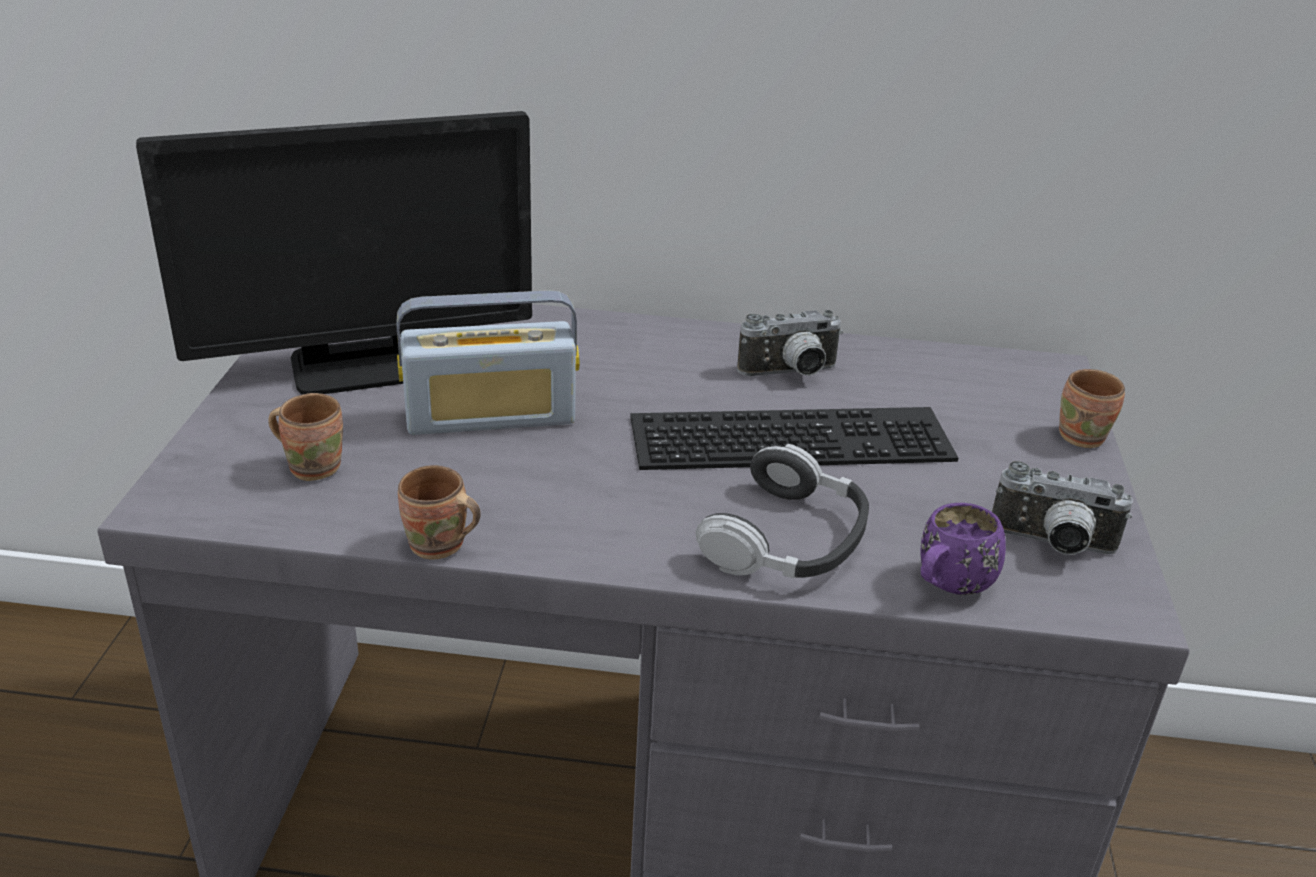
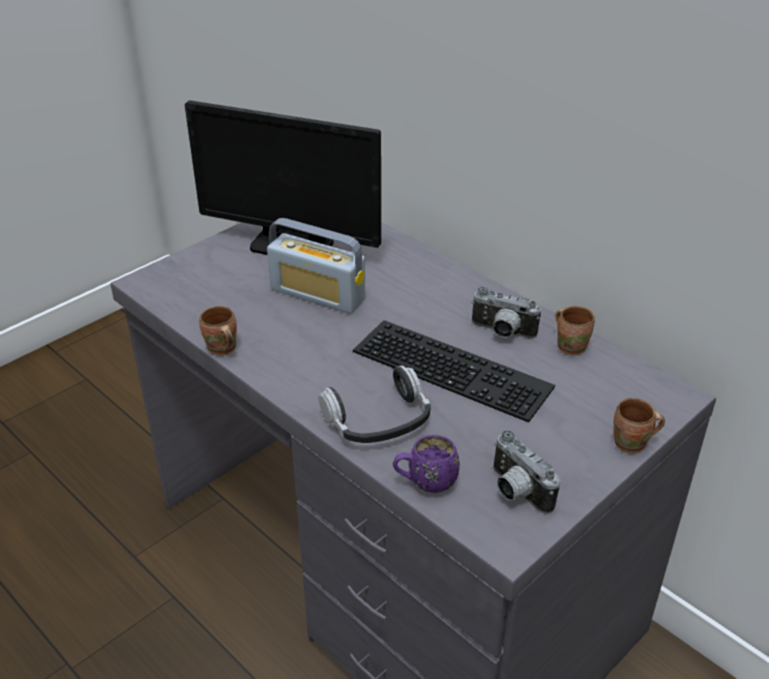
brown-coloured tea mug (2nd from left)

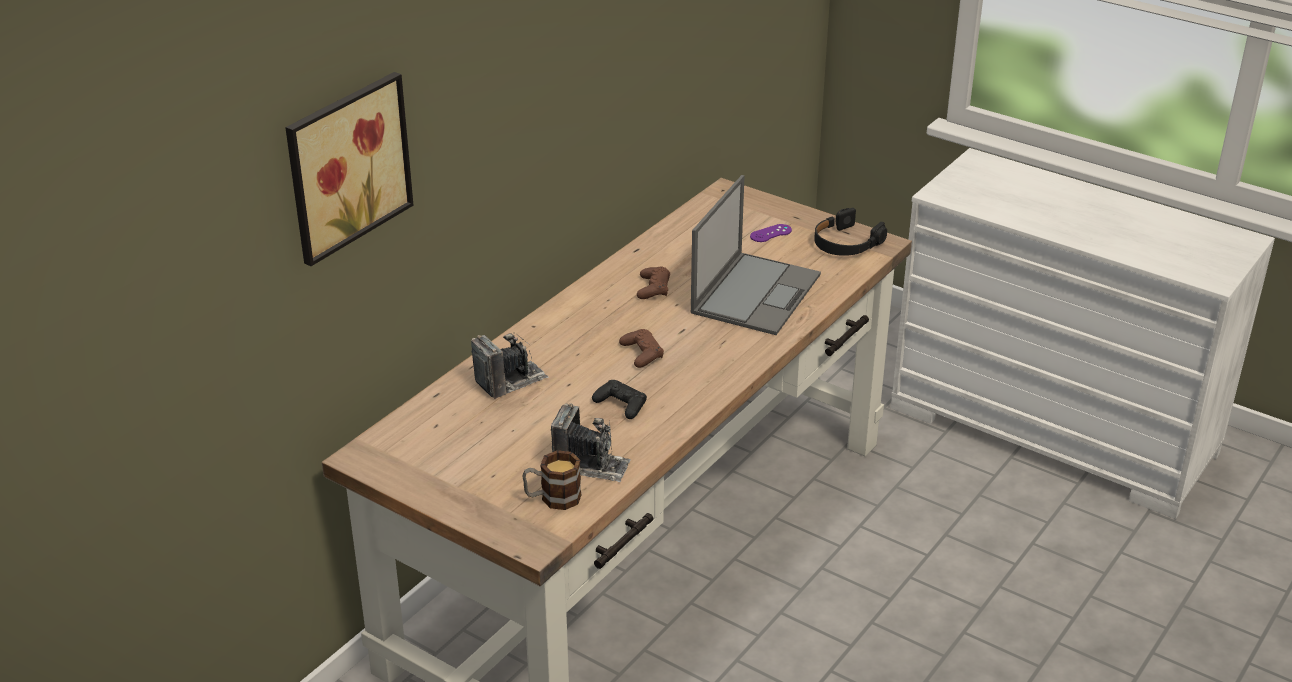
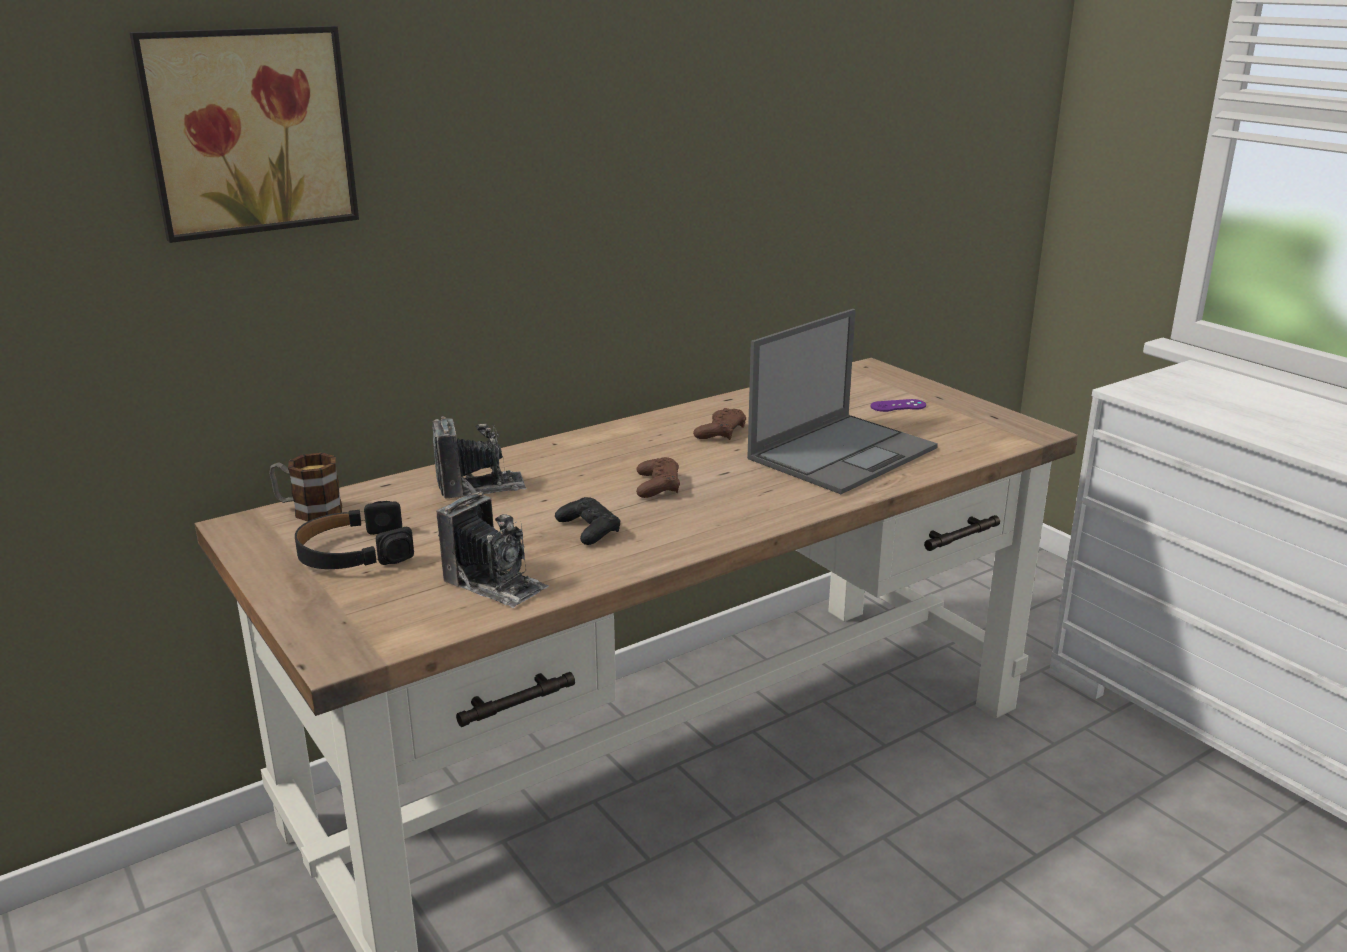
tea mug
black-coloured headphones

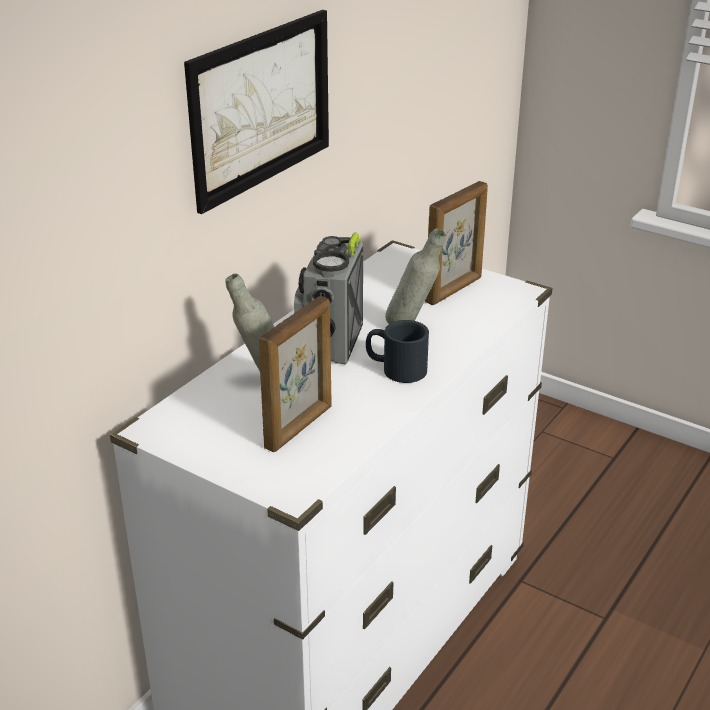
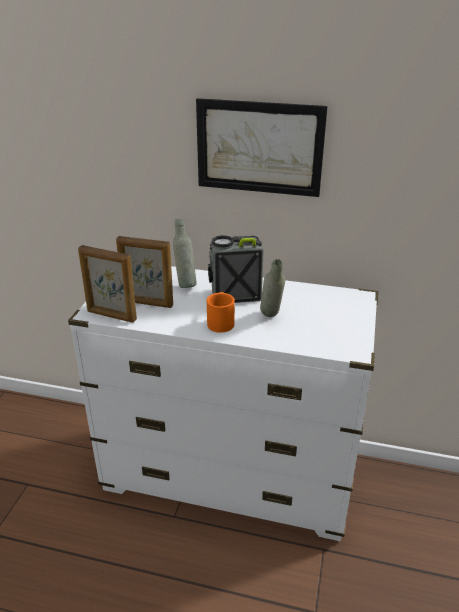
standing frame (1st from left)
orangey tea mug

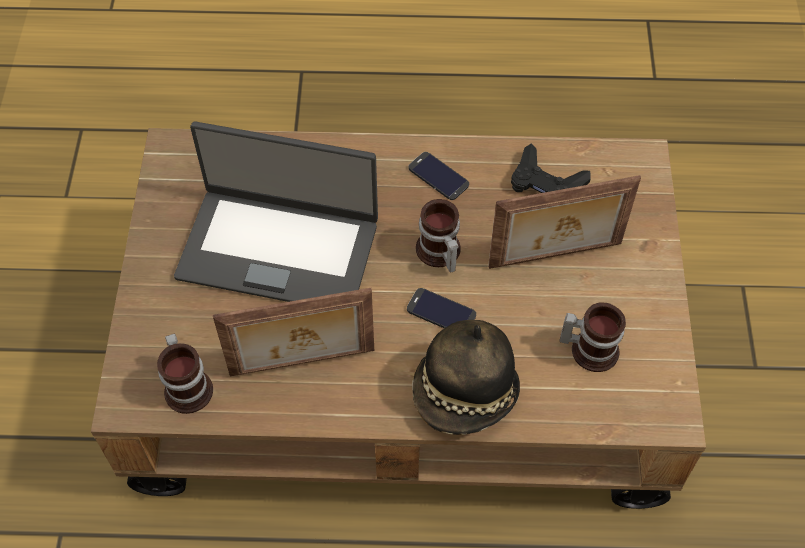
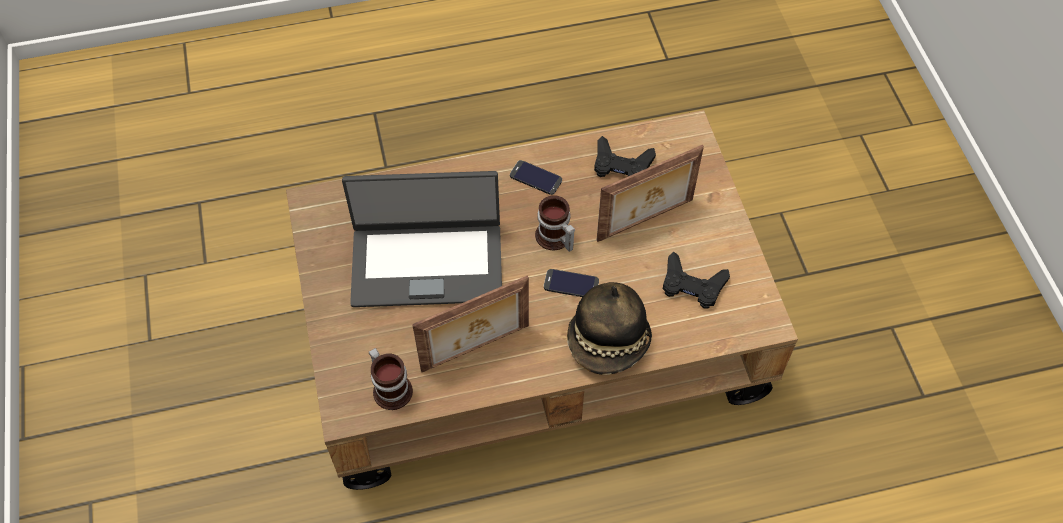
black-coloured game controller (2nd from left)

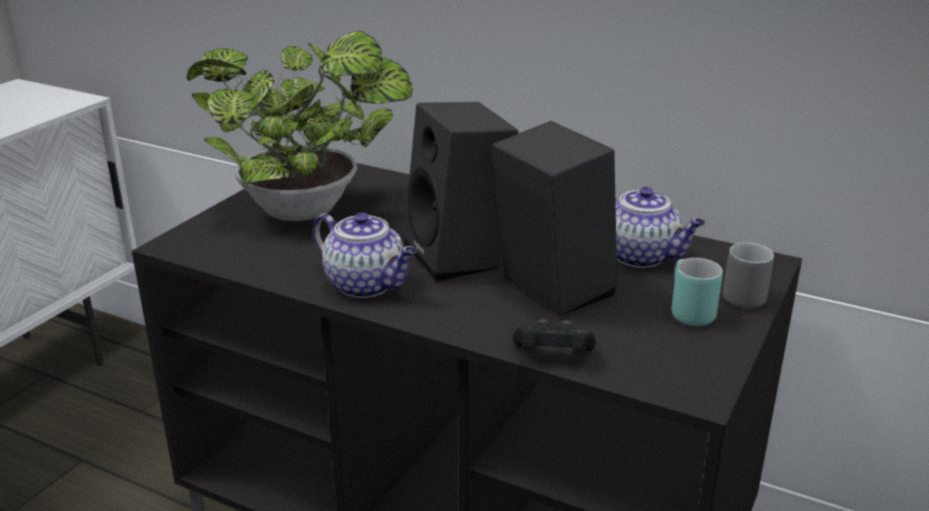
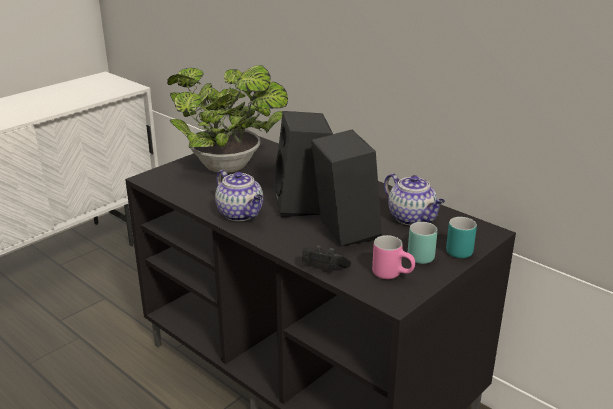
pink-coloured tea mug
blue-green tea mug (2nd from left)

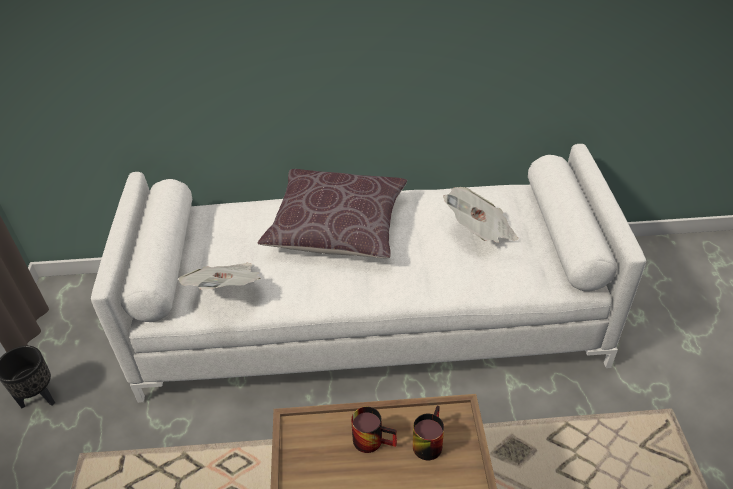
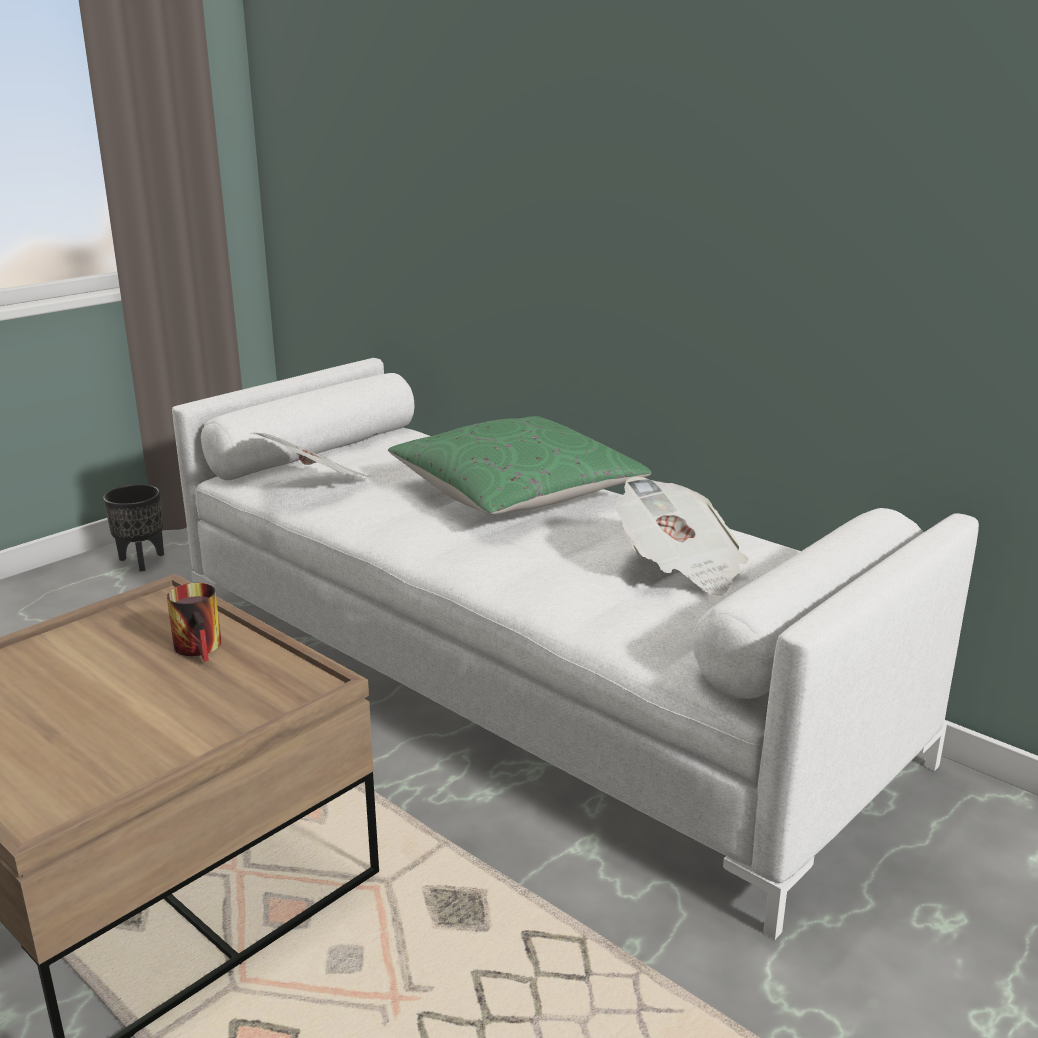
tea mug (2nd from left in the first image)
green throw pillow

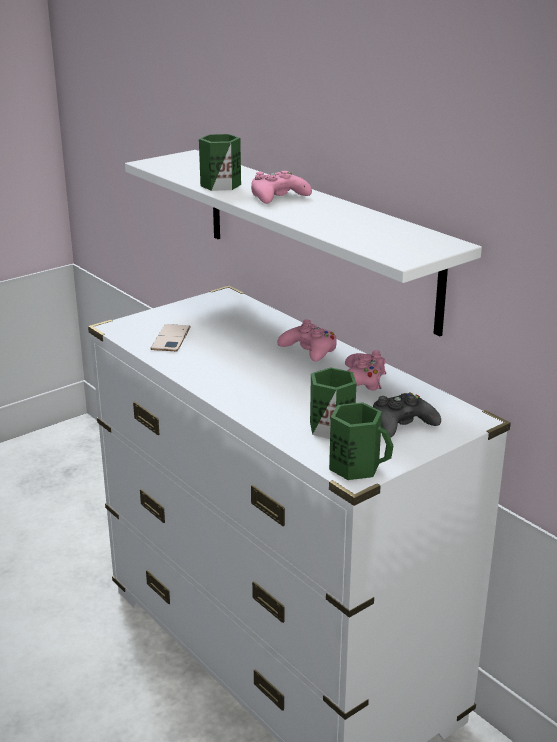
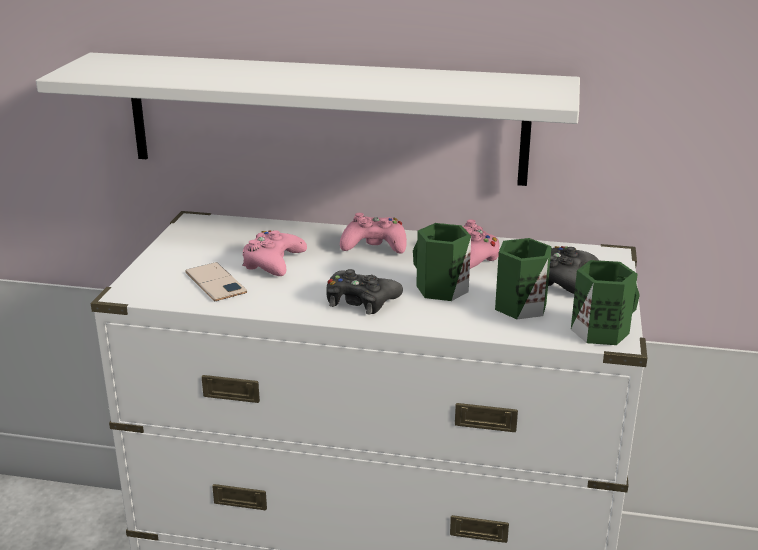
black-coloured game controller (1st from left)
green tea mug (1st from left)
pink-coloured game controller (1st from left)

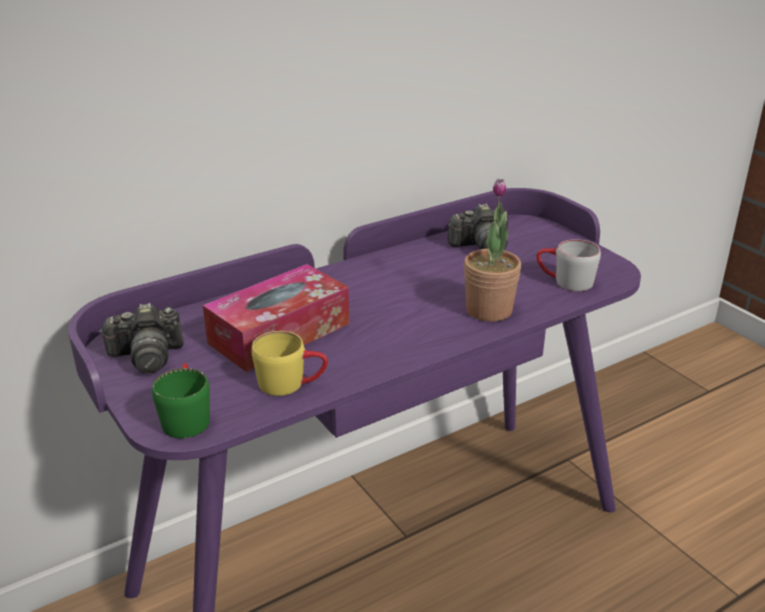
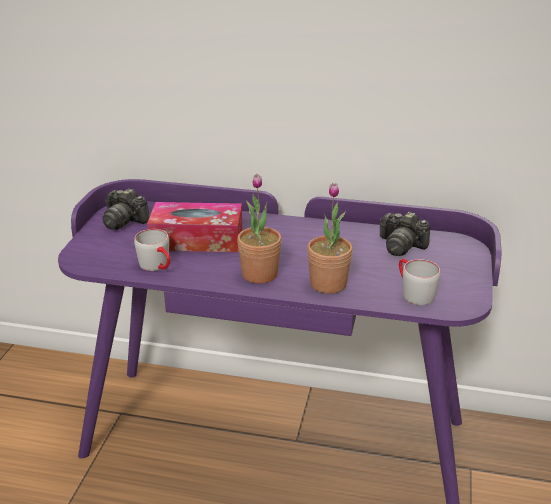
green tea mug
houseplant (1st from left)
gray tea mug (1st from left)

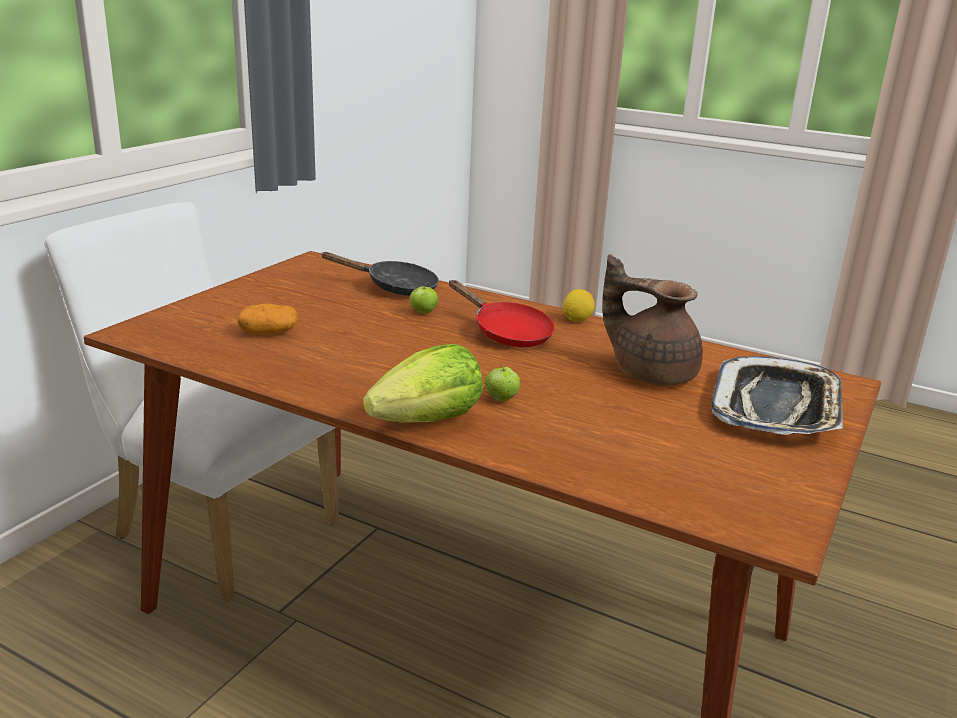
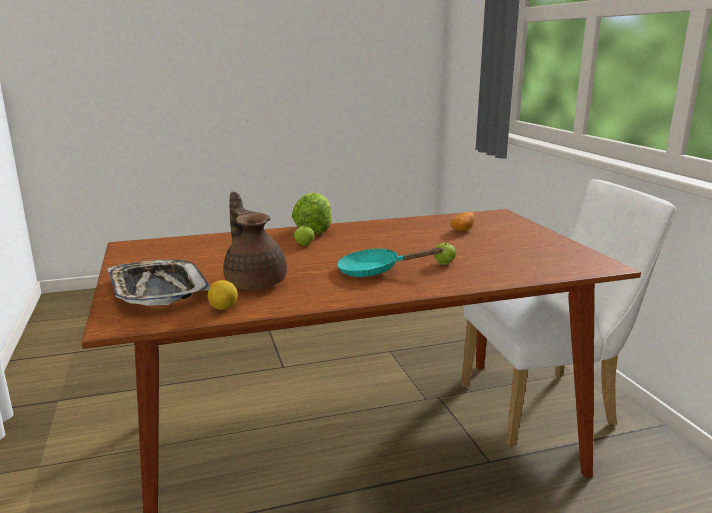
black-coloured frying pan
whole lemon
blue-green frying pan
brown-coloured tea pot

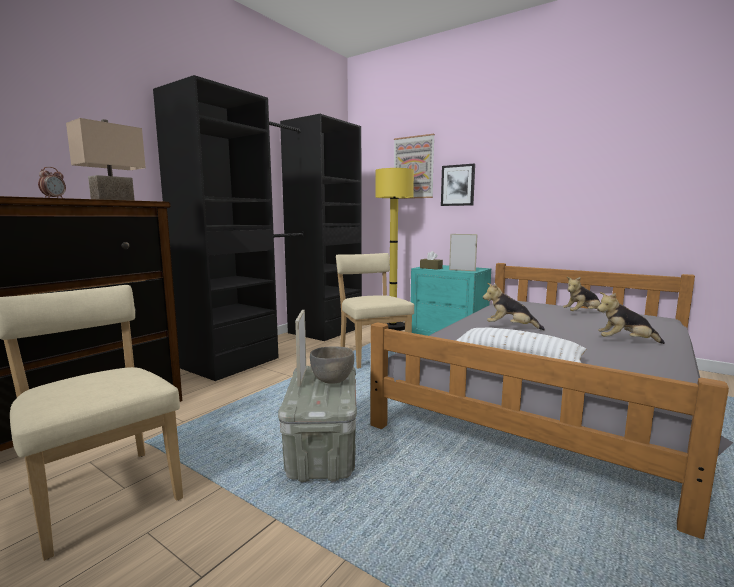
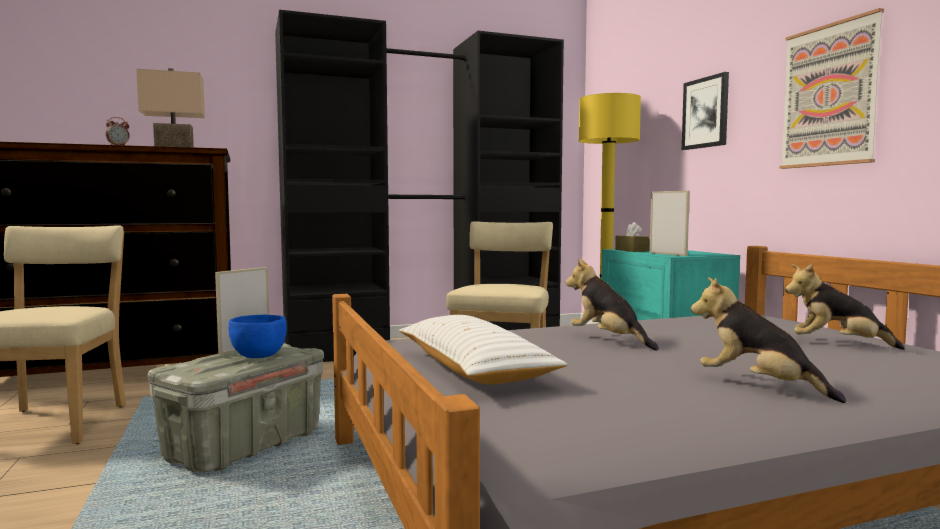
wall art (2nd from left)
bluish bowl

